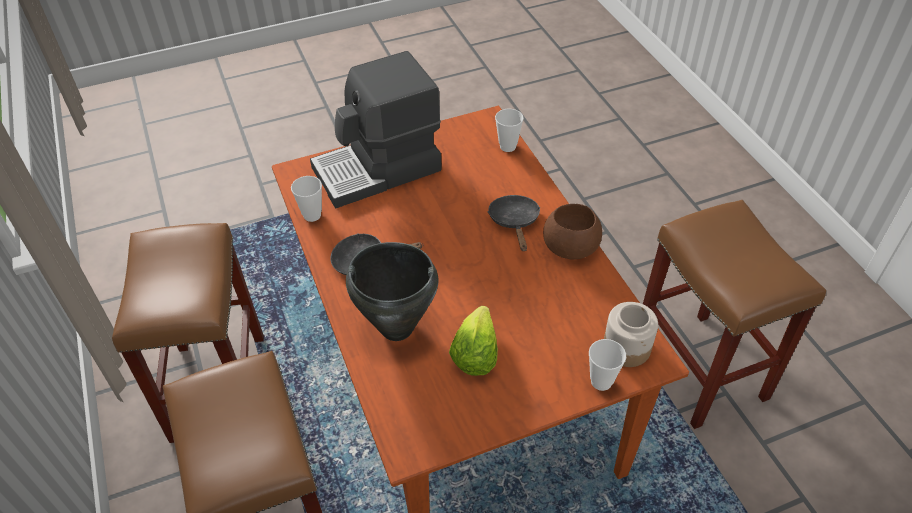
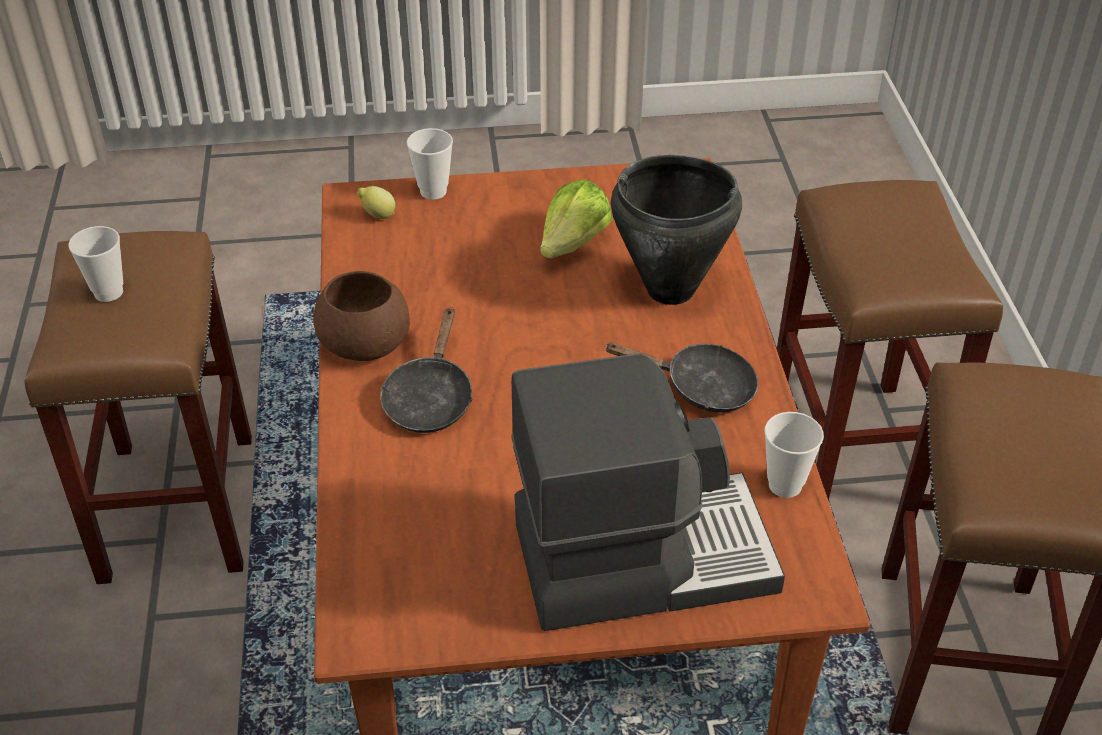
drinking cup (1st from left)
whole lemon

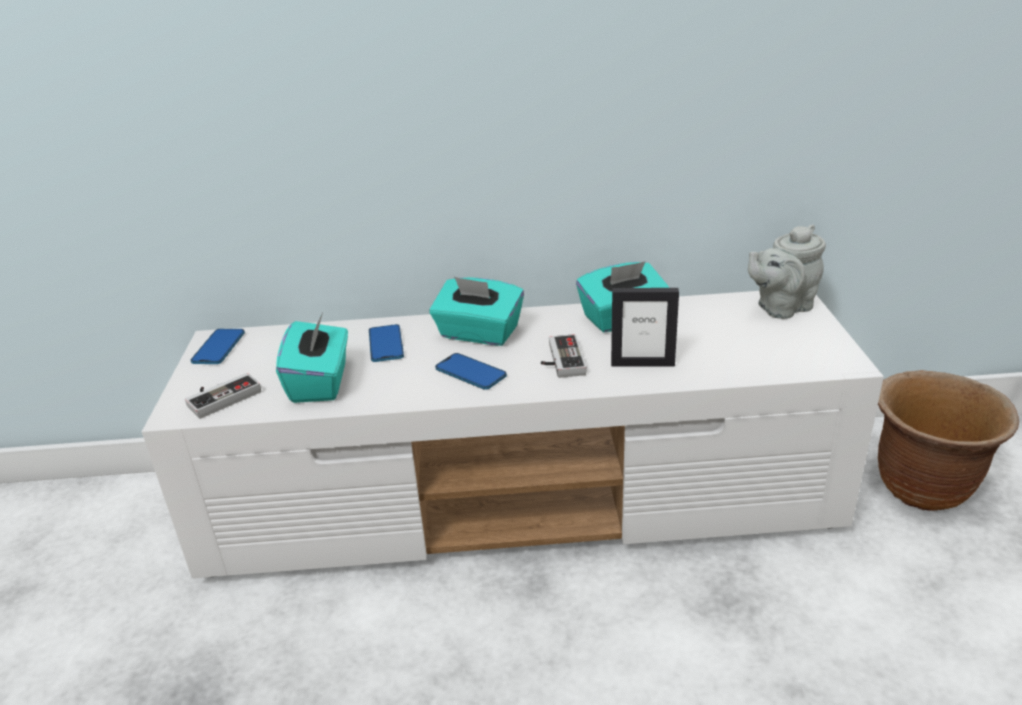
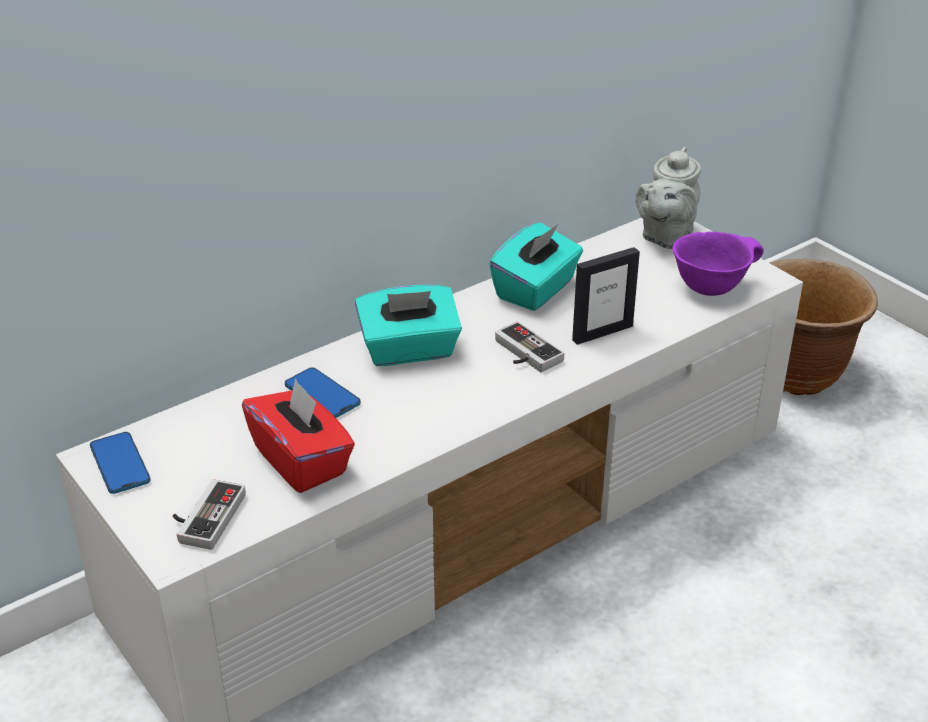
telephone (3rd from left in the first image)
purple bowl
reddish tissue holder

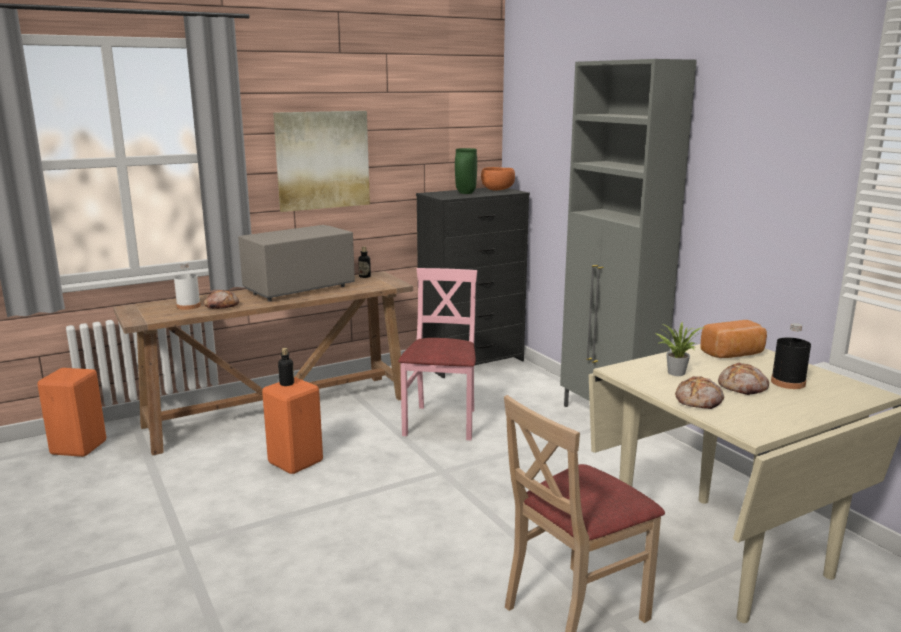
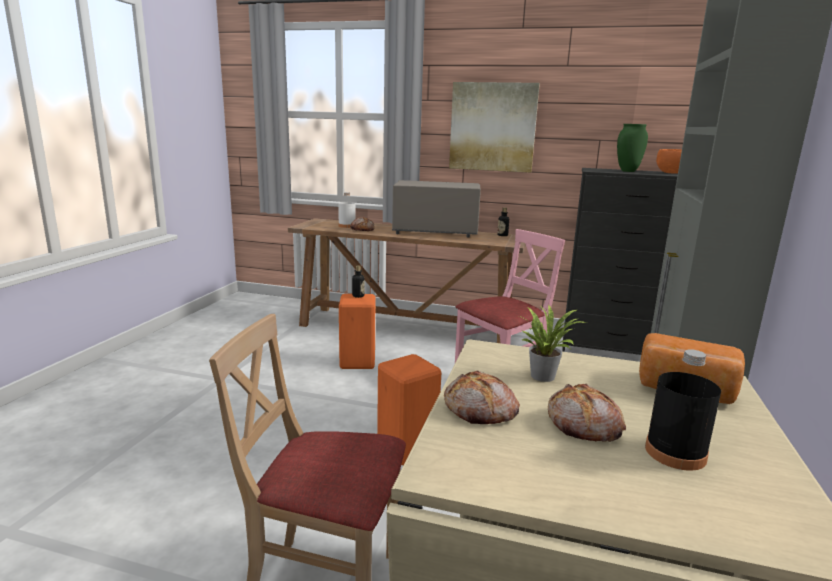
orangey stool (2nd from left)

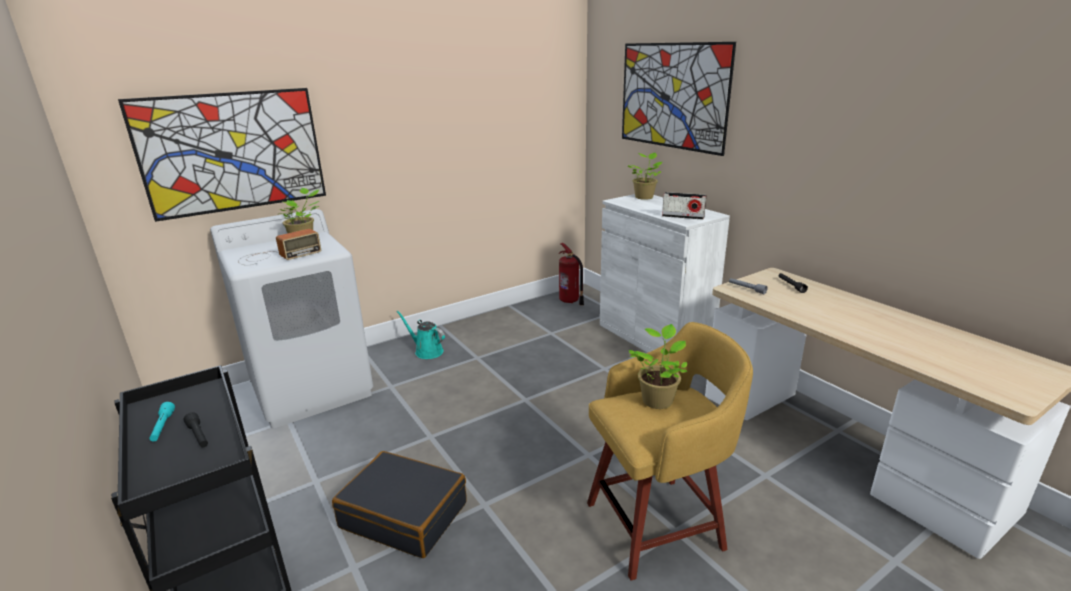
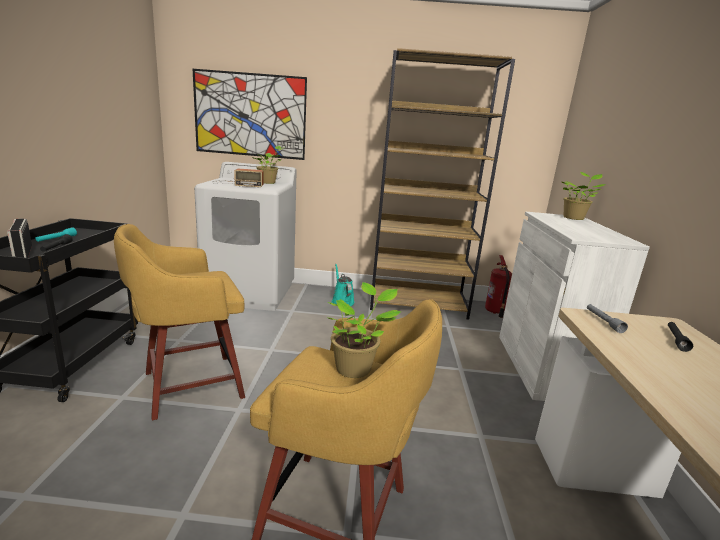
wall art (2nd from left in the first image)
brown-coloured shelving unit
radio set (1st from left)
yellow-coloured stool (1st from left)

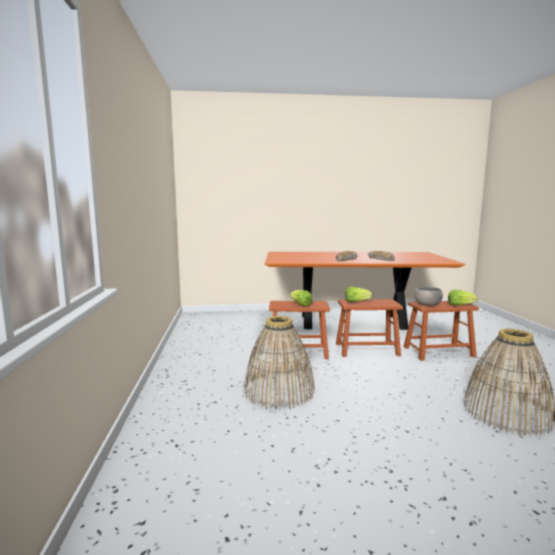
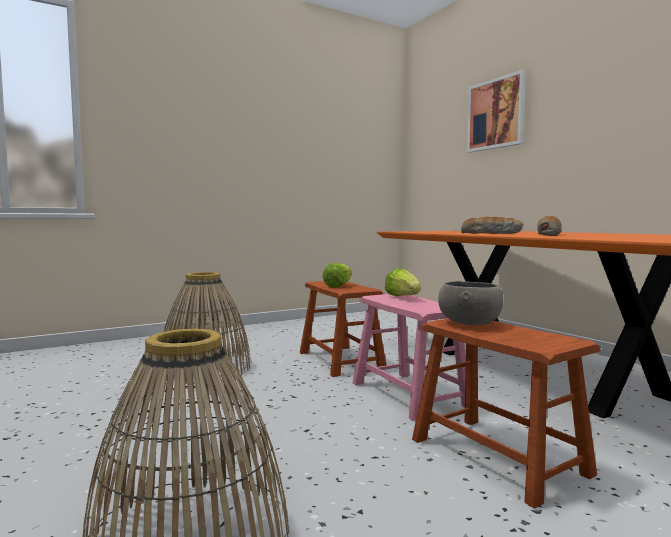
lettuce (3rd from left in the first image)
wall art
pink-coloured stool

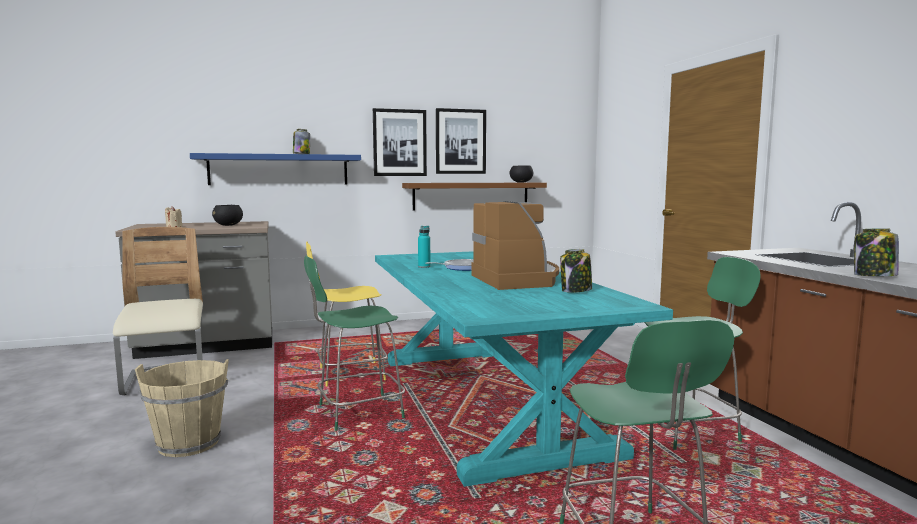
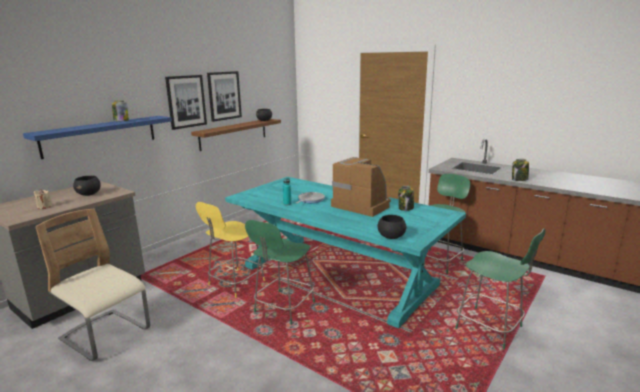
beige water bucket
black-coloured bowl (3rd from left)

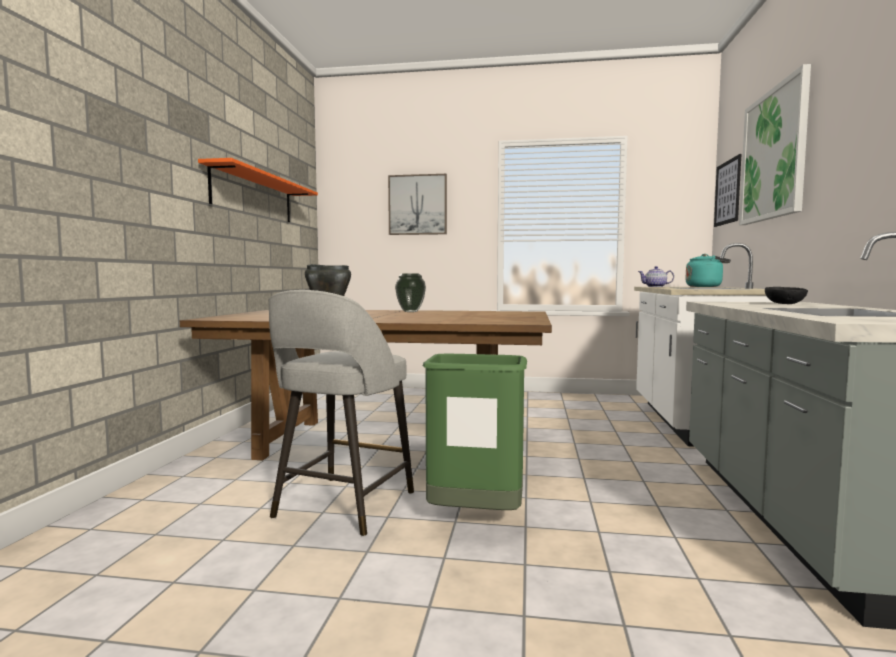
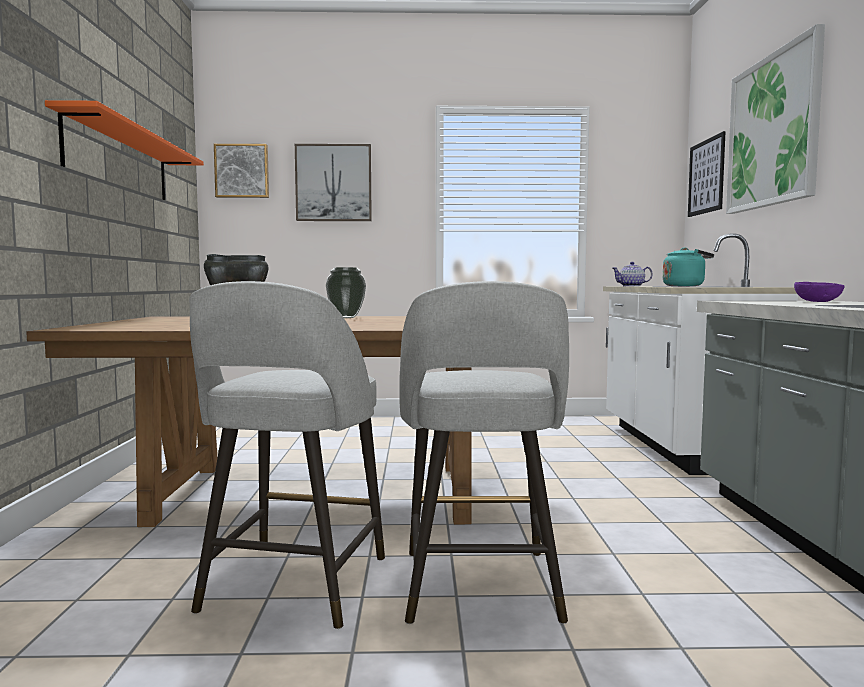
wall art (1st from left)
gray stool (2nd from left)
purple bowl

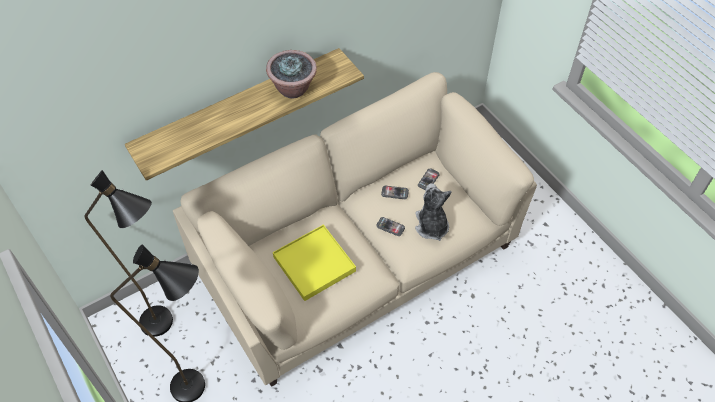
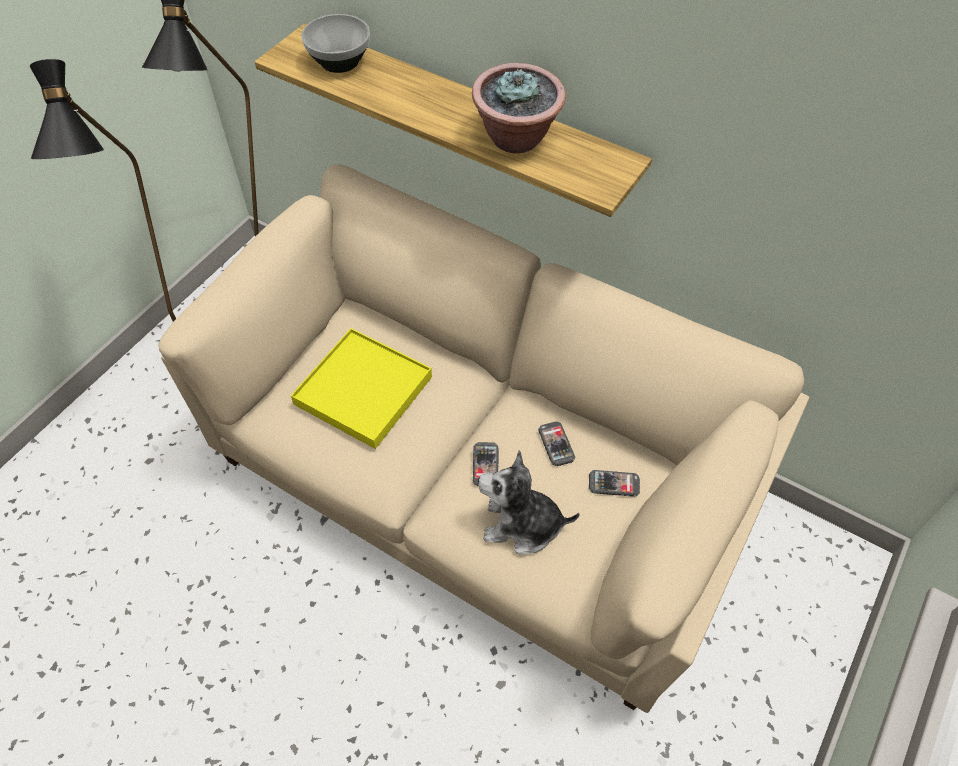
bowl
plush toy

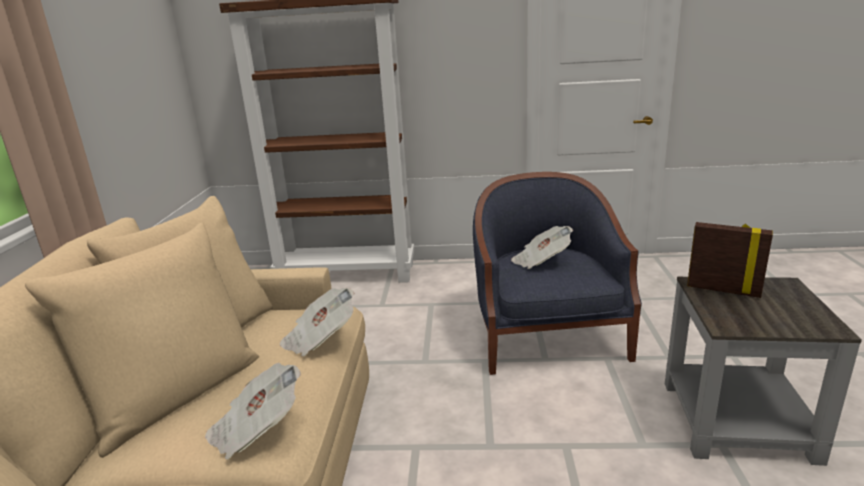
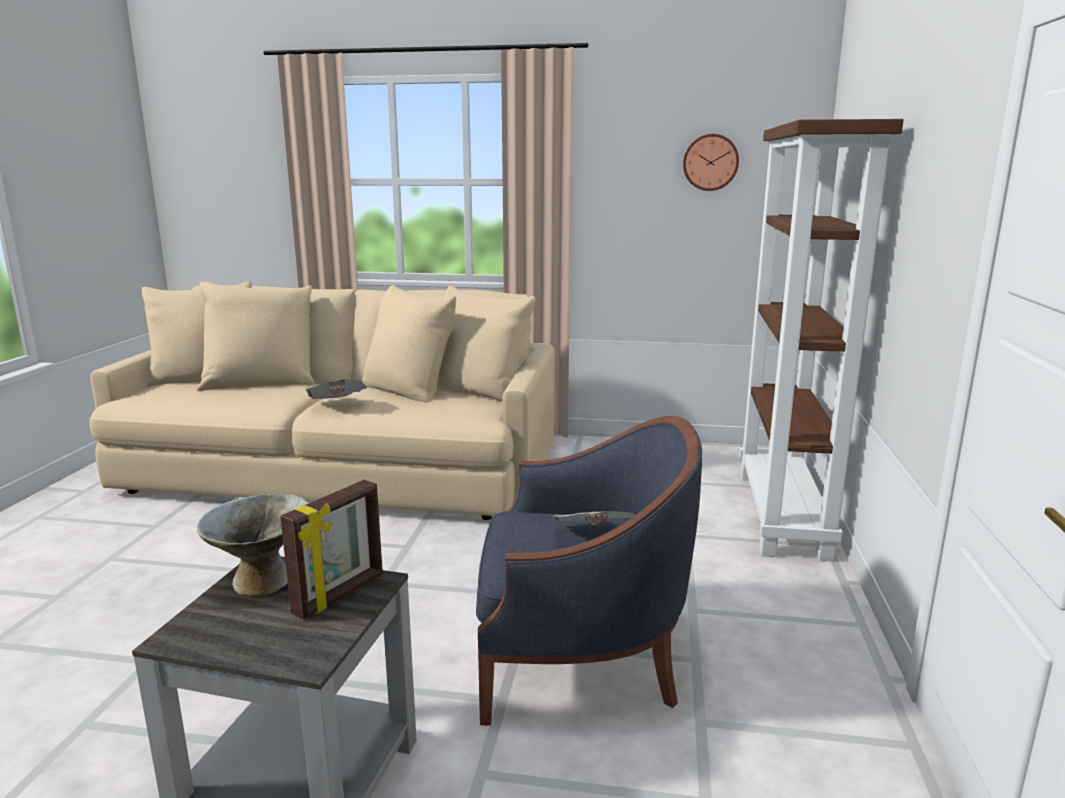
printed paper (2nd from left in the first image)
gray bowl
clock on the wall

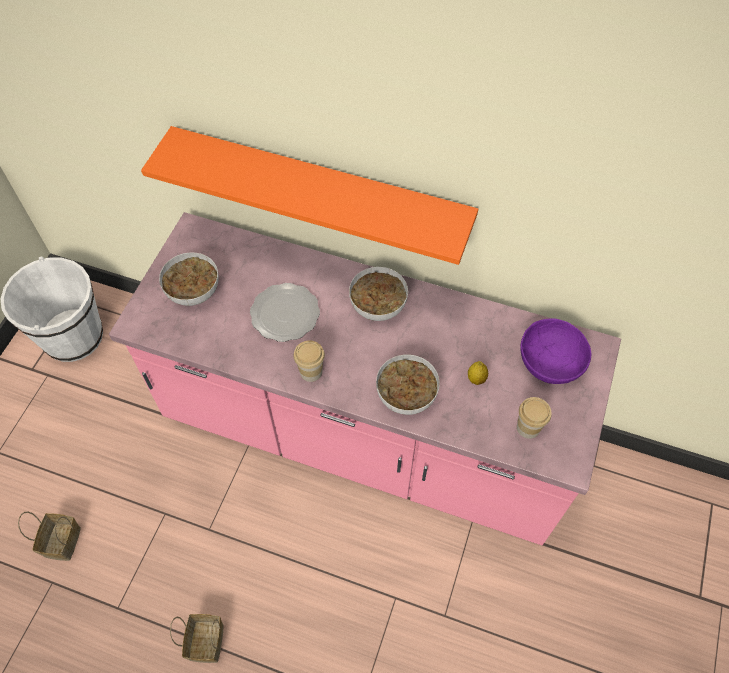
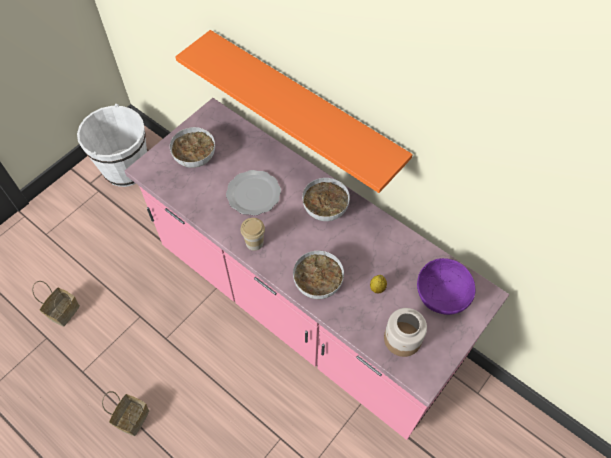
storage jar

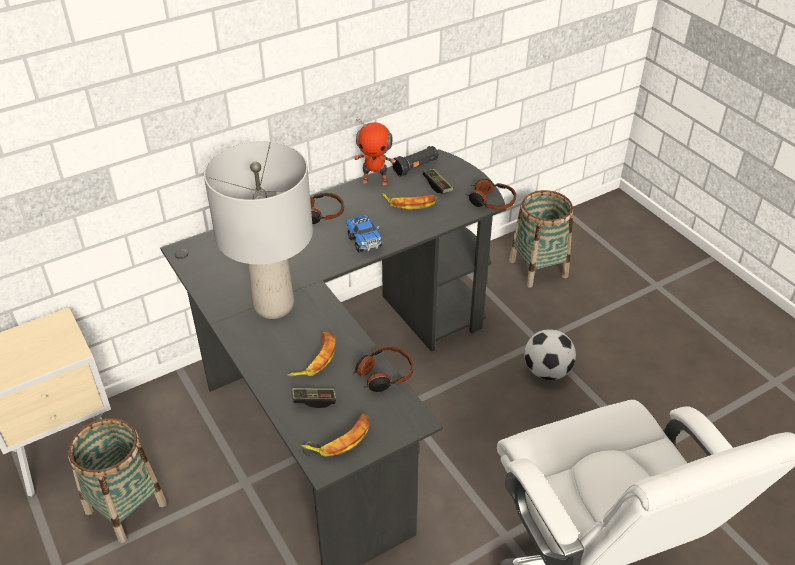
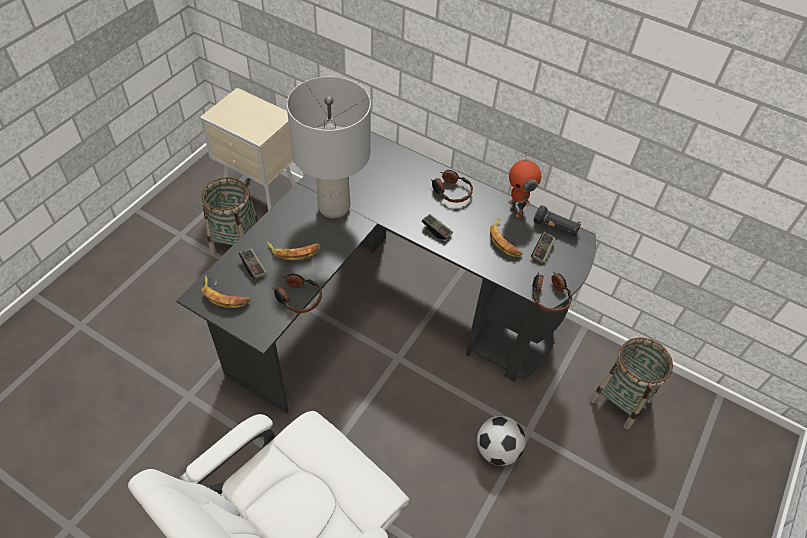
game controller (2nd from left)

